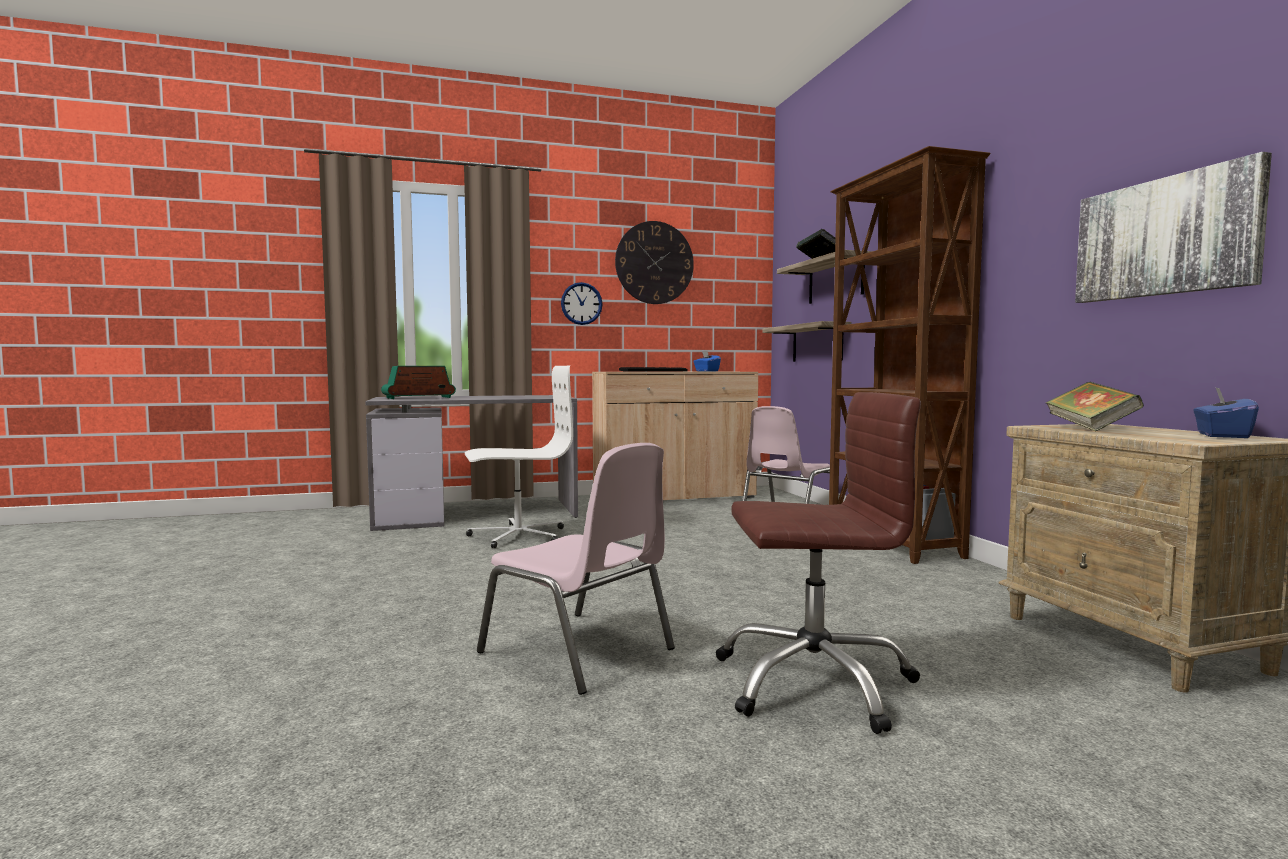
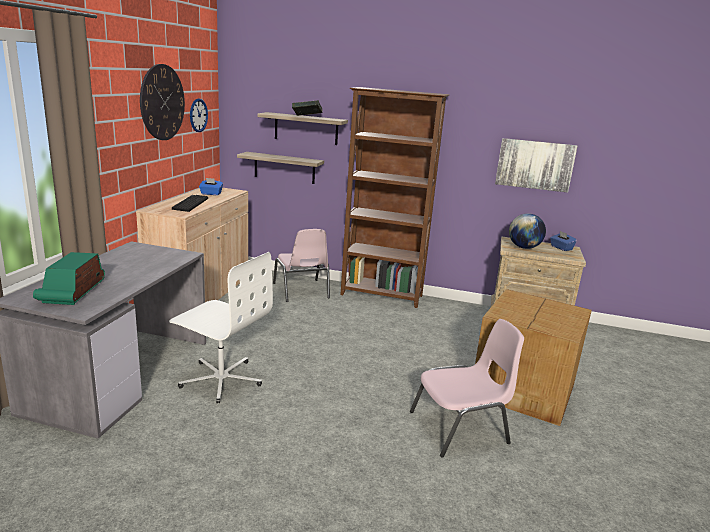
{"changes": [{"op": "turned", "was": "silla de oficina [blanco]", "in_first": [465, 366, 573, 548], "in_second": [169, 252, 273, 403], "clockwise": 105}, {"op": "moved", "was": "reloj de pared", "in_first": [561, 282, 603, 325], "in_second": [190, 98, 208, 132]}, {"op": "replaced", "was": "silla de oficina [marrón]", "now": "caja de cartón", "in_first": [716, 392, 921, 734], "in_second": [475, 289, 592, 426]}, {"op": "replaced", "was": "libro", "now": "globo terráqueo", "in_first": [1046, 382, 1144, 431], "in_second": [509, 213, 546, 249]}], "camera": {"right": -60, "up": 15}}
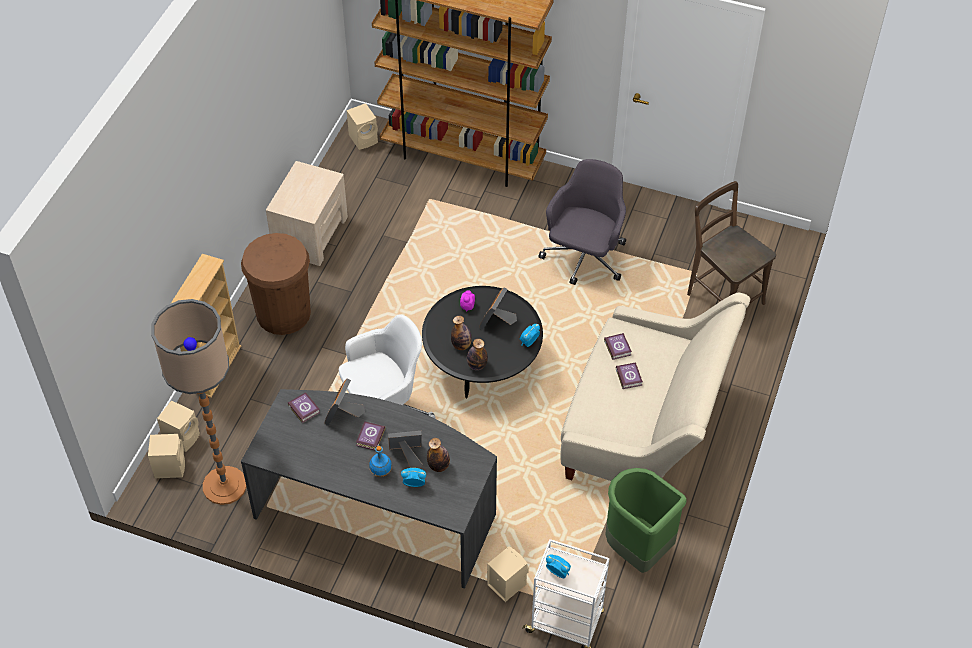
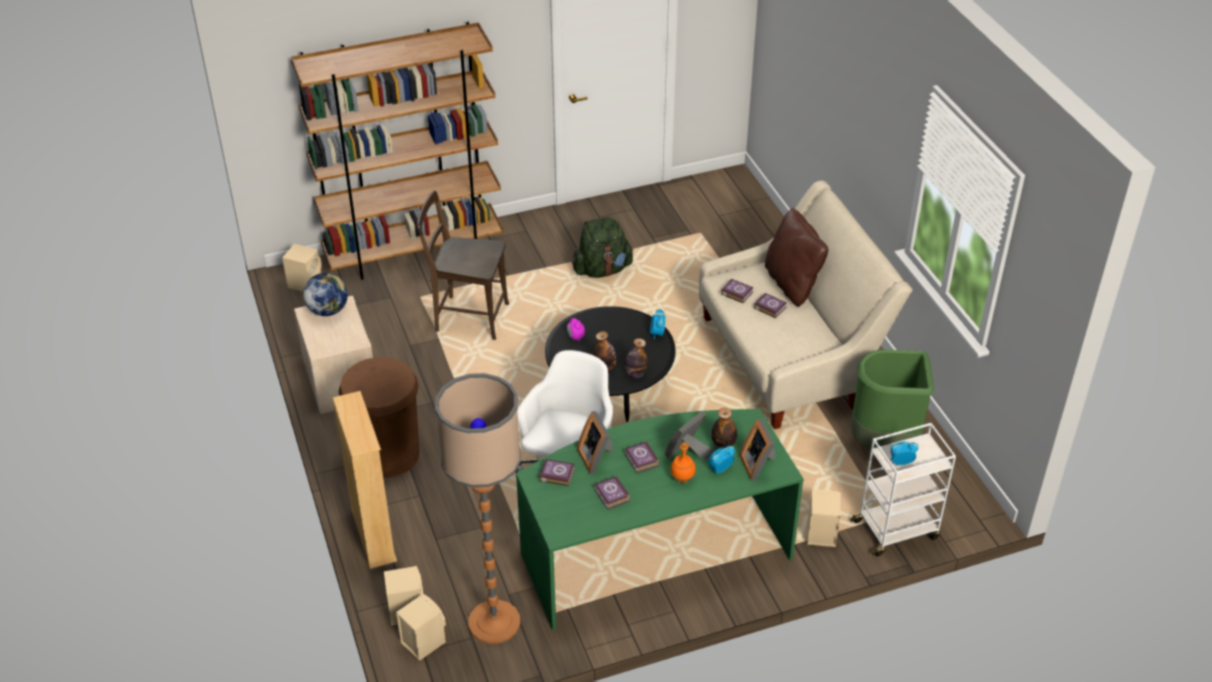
{"changes": [{"op": "added", "now": "globo terráqueo", "in_second": [303, 273, 348, 316]}, {"op": "moved", "was": "silla [marrón]", "in_first": [687, 181, 776, 305], "in_second": [417, 191, 509, 340]}, {"op": "recoloured", "was": "escritorio [gris]", "now": "escritorio [verde]", "in_first": [241, 389, 497, 589], "in_second": [516, 409, 804, 630]}, {"op": "replaced", "was": "silla de oficina [gris]", "now": "mochila [verde]", "in_first": [538, 159, 626, 285], "in_second": [572, 216, 634, 278]}, {"op": "added", "now": "libro", "in_second": [594, 476, 631, 510]}, {"op": "recoloured", "was": "botella [azul]", "now": "botella [naranja]", "in_first": [369, 446, 392, 477], "in_second": [670, 442, 696, 483]}, {"op": "moved", "was": "portarretratos", "in_first": [479, 287, 517, 330], "in_second": [739, 418, 776, 481]}, {"op": "added", "now": "cojín [marrón]", "in_second": [765, 208, 828, 307]}], "camera": {"right": -40, "up": -10}}
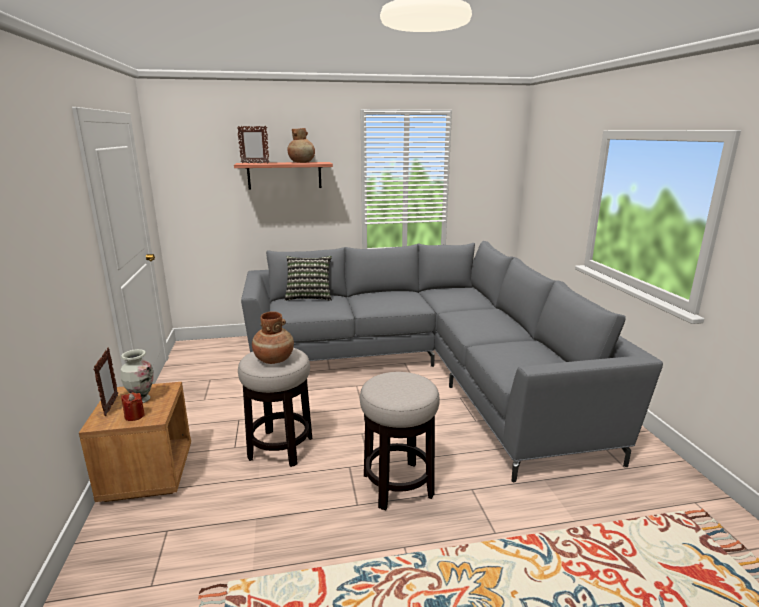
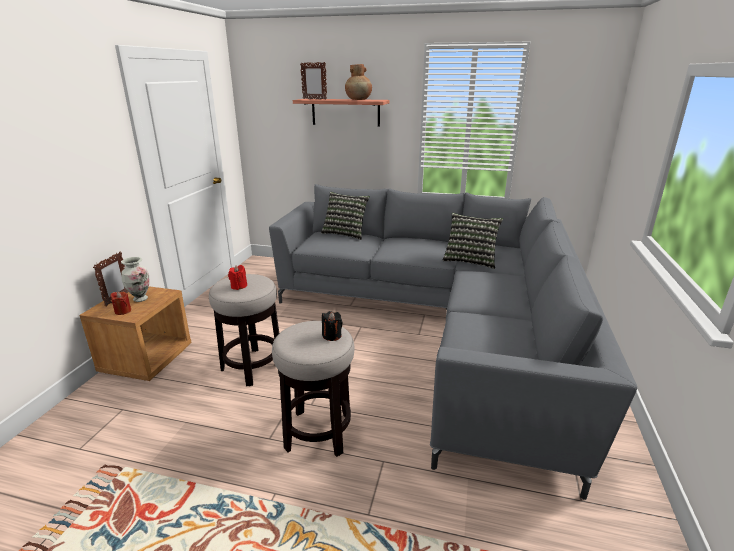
{"changes": [{"op": "replaced", "was": "florero [marrón]", "now": "vela [rojo]", "in_first": [252, 311, 294, 364], "in_second": [228, 265, 247, 290]}, {"op": "added", "now": "vela [negro]", "in_second": [322, 311, 343, 341]}, {"op": "added", "now": "cojín", "in_second": [443, 213, 503, 269]}], "camera": {"right": 25, "up": 5}}
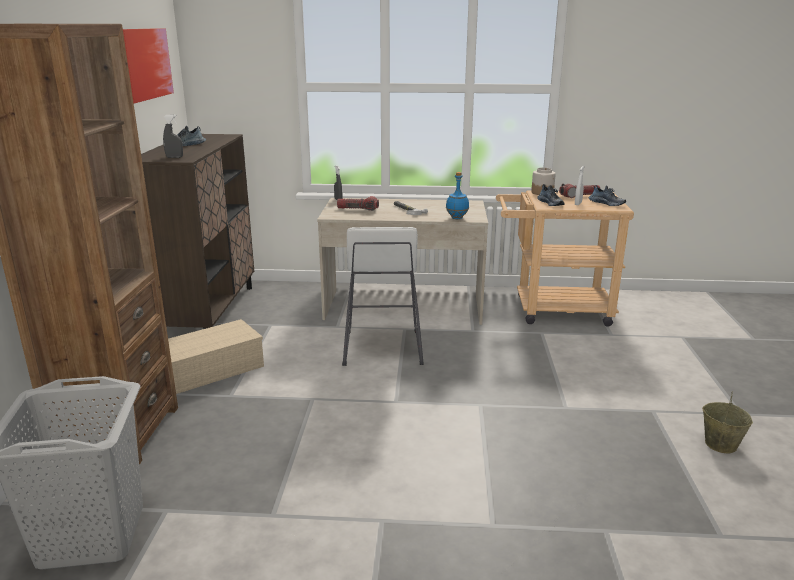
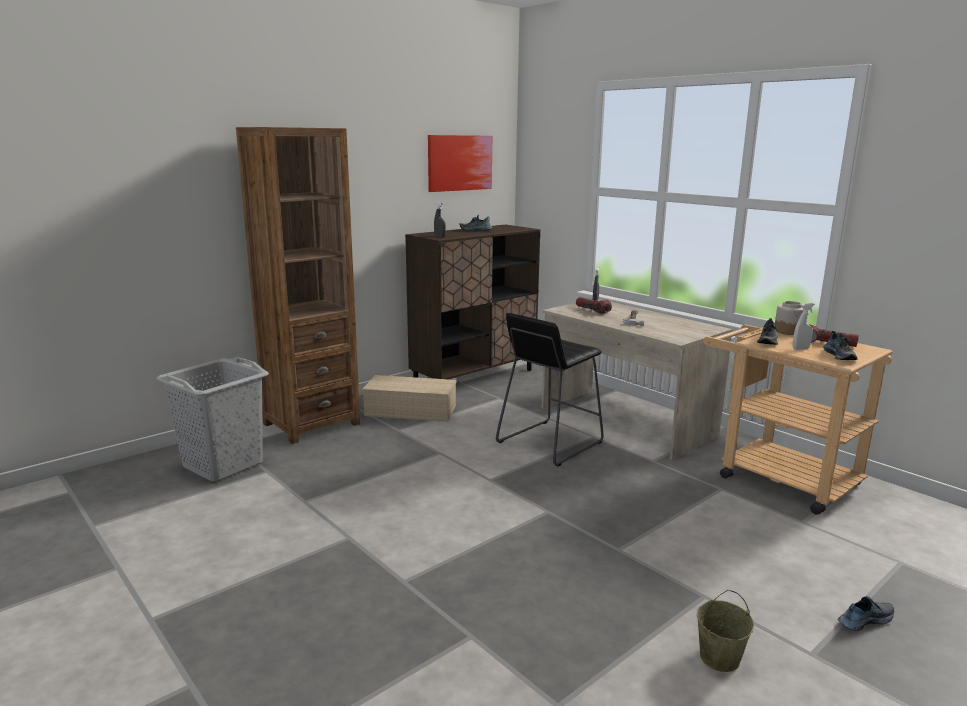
{"changes": [{"op": "recoloured", "was": "taburete [blanco]", "now": "taburete [negro]", "in_first": [342, 227, 424, 366], "in_second": [496, 313, 604, 467]}, {"op": "added", "now": "zapato", "in_second": [838, 596, 894, 631]}, {"op": "removed", "was": "botella [azul]", "in_first": [446, 172, 469, 219]}], "camera": {"right": 45, "up": -5}}
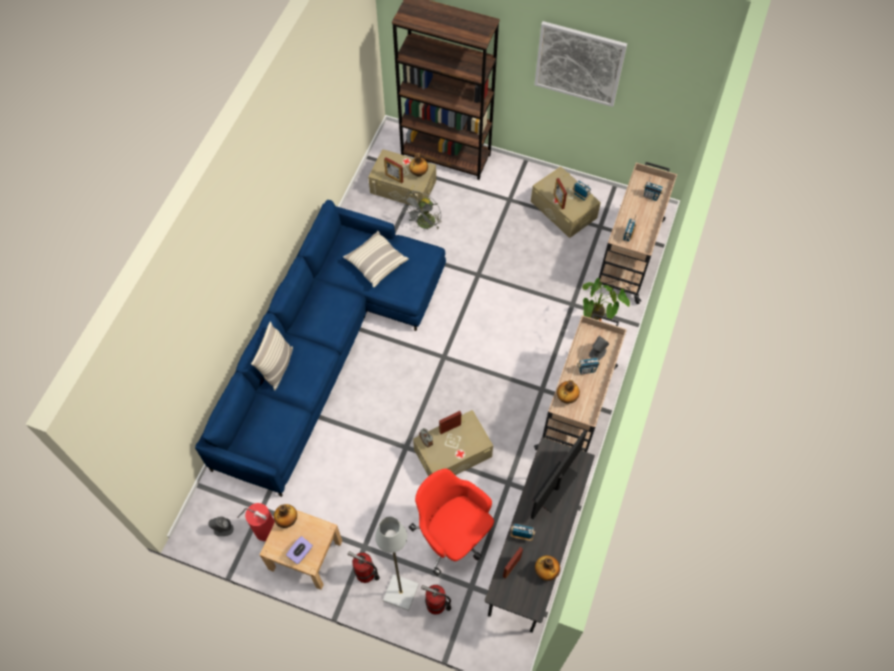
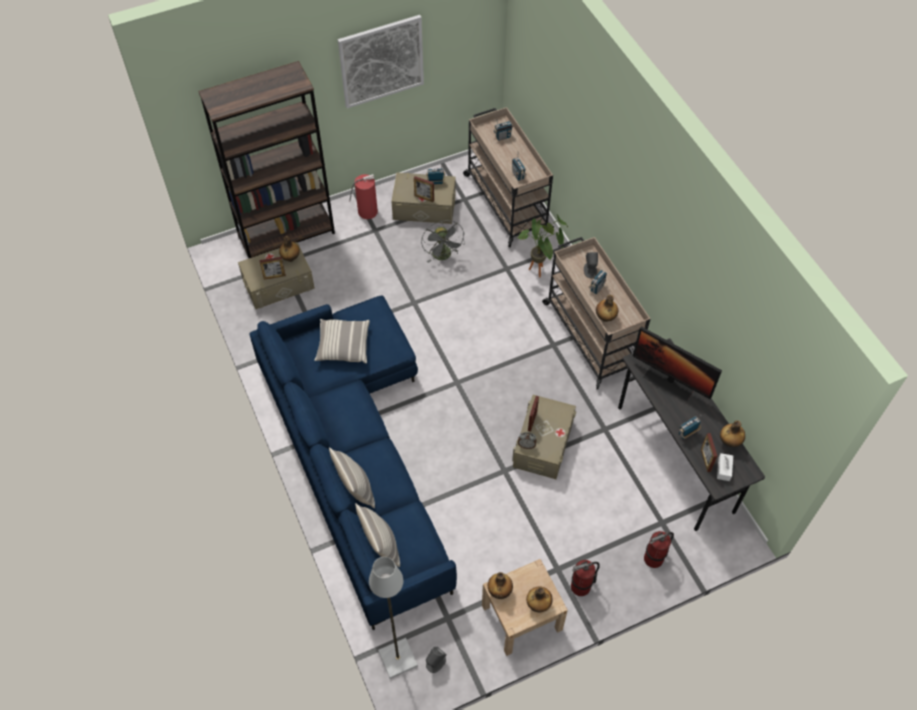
{"changes": [{"op": "moved", "was": "extintor", "in_first": [237, 503, 275, 541], "in_second": [349, 174, 378, 219]}, {"op": "added", "now": "cojín", "in_second": [355, 503, 400, 567]}, {"op": "moved", "was": "lámpara de pie [gris]", "in_first": [375, 517, 419, 611], "in_second": [369, 557, 418, 679]}, {"op": "moved", "was": "ventilador [gris]", "in_first": [402, 191, 442, 230], "in_second": [421, 220, 465, 263]}, {"op": "replaced", "was": "caja de pañuelos [morado]", "now": "botella", "in_first": [286, 536, 313, 564], "in_second": [526, 586, 552, 612]}, {"op": "turned", "was": "monitor", "in_first": [531, 429, 587, 519], "in_second": [633, 326, 722, 402], "clockwise": -45}, {"op": "added", "now": "caja de pañuelos [blanco]", "in_second": [717, 453, 733, 481]}, {"op": "removed", "was": "silla de oficina [rojo]", "in_first": [409, 469, 494, 576]}], "camera": {"right": -45, "up": -5}}
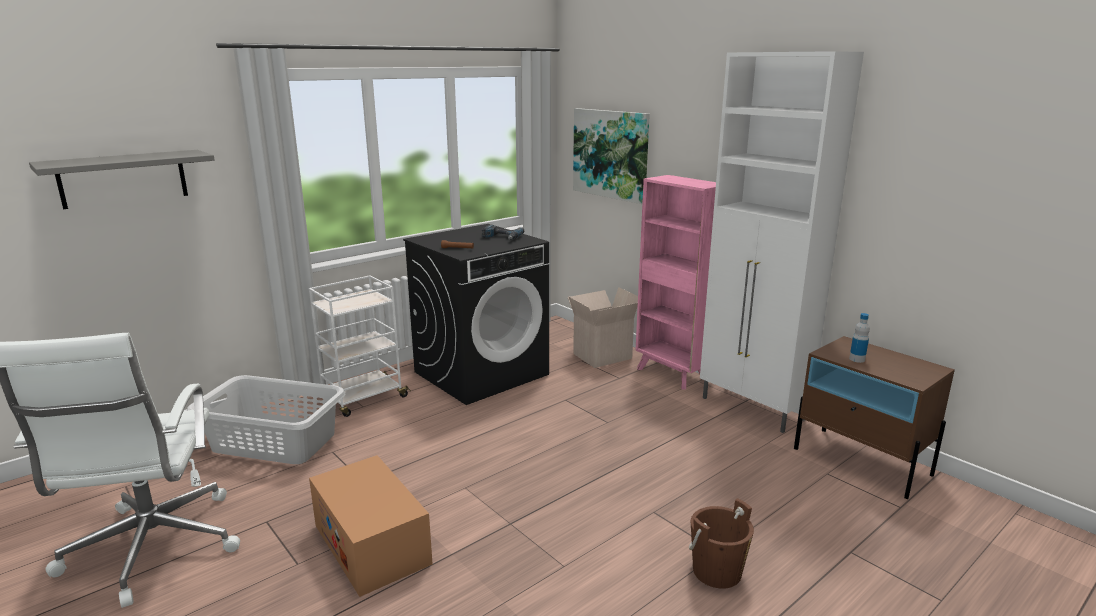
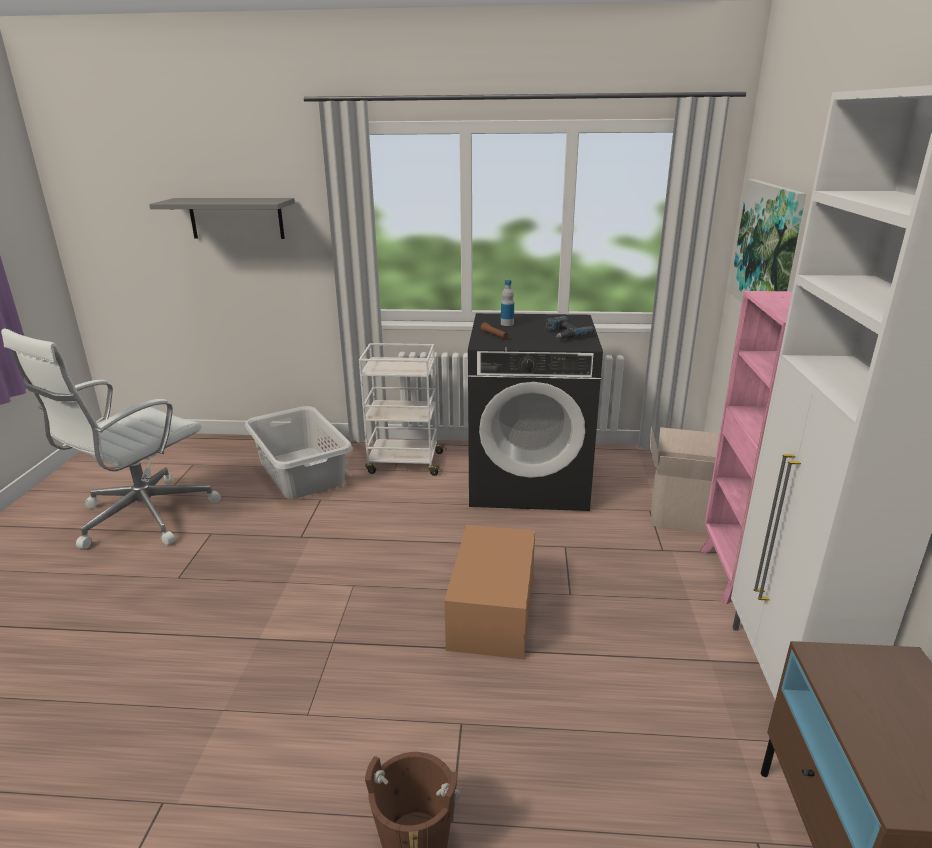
{"changes": [{"op": "moved", "was": "caja de cartón", "in_first": [309, 455, 433, 597], "in_second": [444, 525, 535, 659]}, {"op": "moved", "was": "botella", "in_first": [849, 313, 870, 363], "in_second": [501, 280, 514, 326]}], "camera": {"right": 45, "up": 5}}
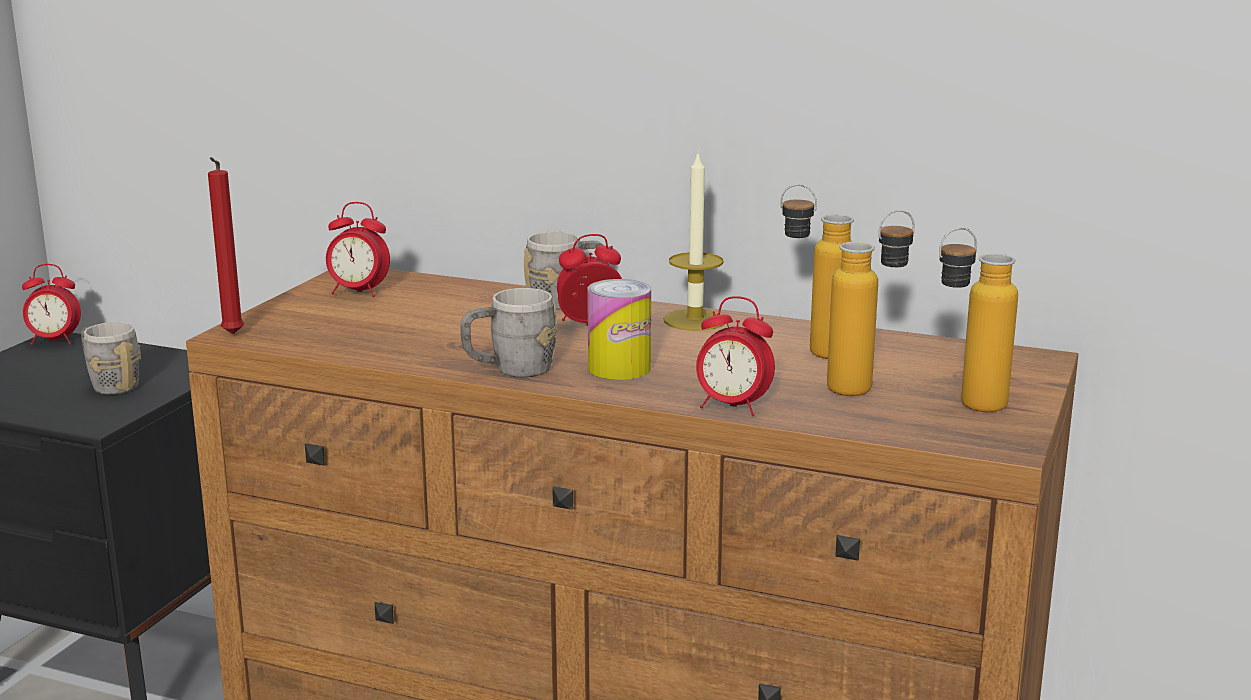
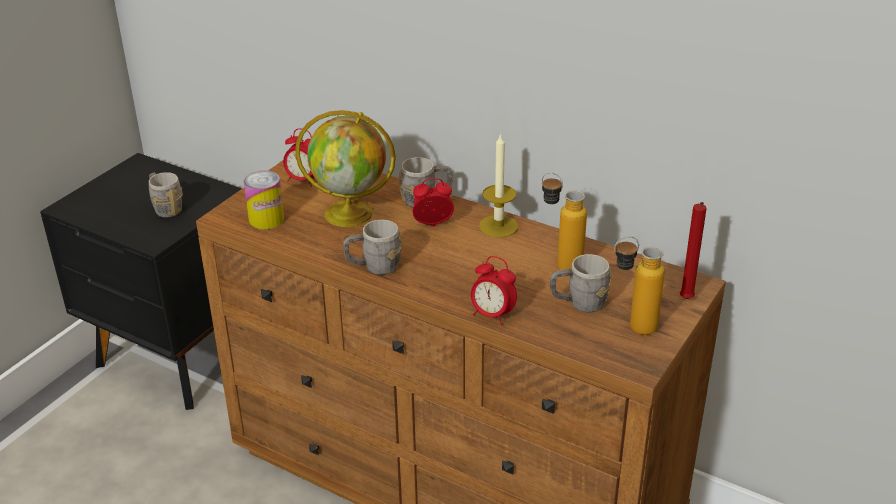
{"changes": [{"op": "moved", "was": "lata", "in_first": [587, 279, 651, 380], "in_second": [244, 170, 284, 229]}, {"op": "added", "now": "globo terráqueo", "in_second": [295, 110, 396, 227]}, {"op": "replaced", "was": "botella", "now": "taza grande [gris]", "in_first": [827, 210, 915, 396], "in_second": [550, 254, 611, 312]}, {"op": "moved", "was": "vela [rojo]", "in_first": [208, 157, 244, 334], "in_second": [680, 202, 707, 299]}, {"op": "removed", "was": "despertador", "in_first": [22, 264, 81, 345]}], "camera": {"right": 10, "up": 15}}
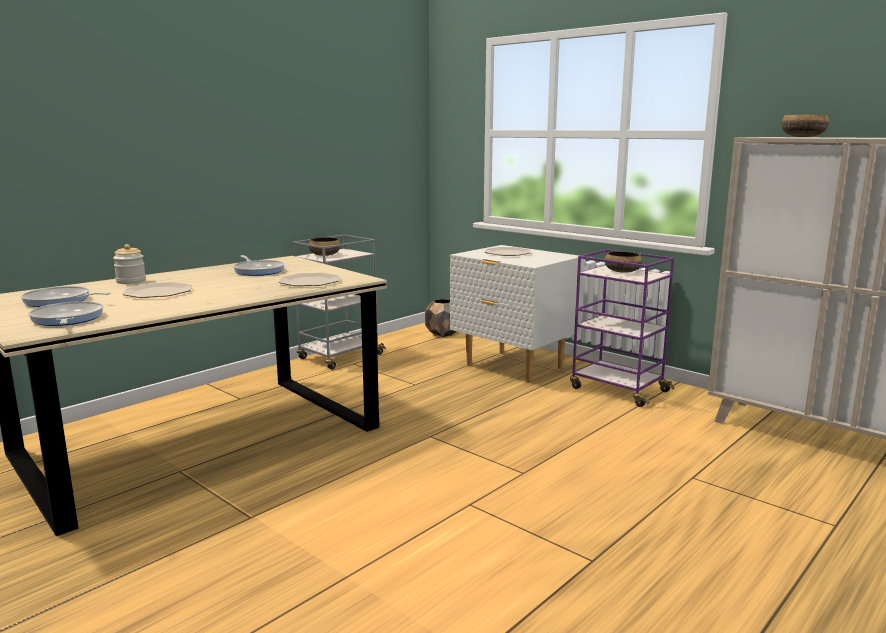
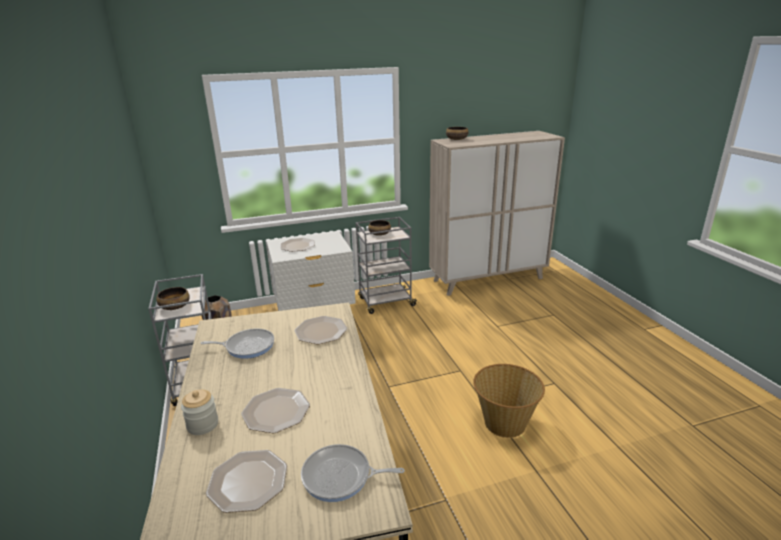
{"changes": [{"op": "replaced", "was": "sartén", "now": "plato", "in_first": [21, 286, 111, 307], "in_second": [206, 450, 287, 513]}, {"op": "recoloured", "was": "carrito [morado]", "now": "carrito [gris]", "in_first": [570, 249, 674, 407], "in_second": [356, 217, 418, 314]}, {"op": "added", "now": "cesta", "in_second": [473, 364, 545, 438]}], "camera": {"right": -60, "up": 10}}
